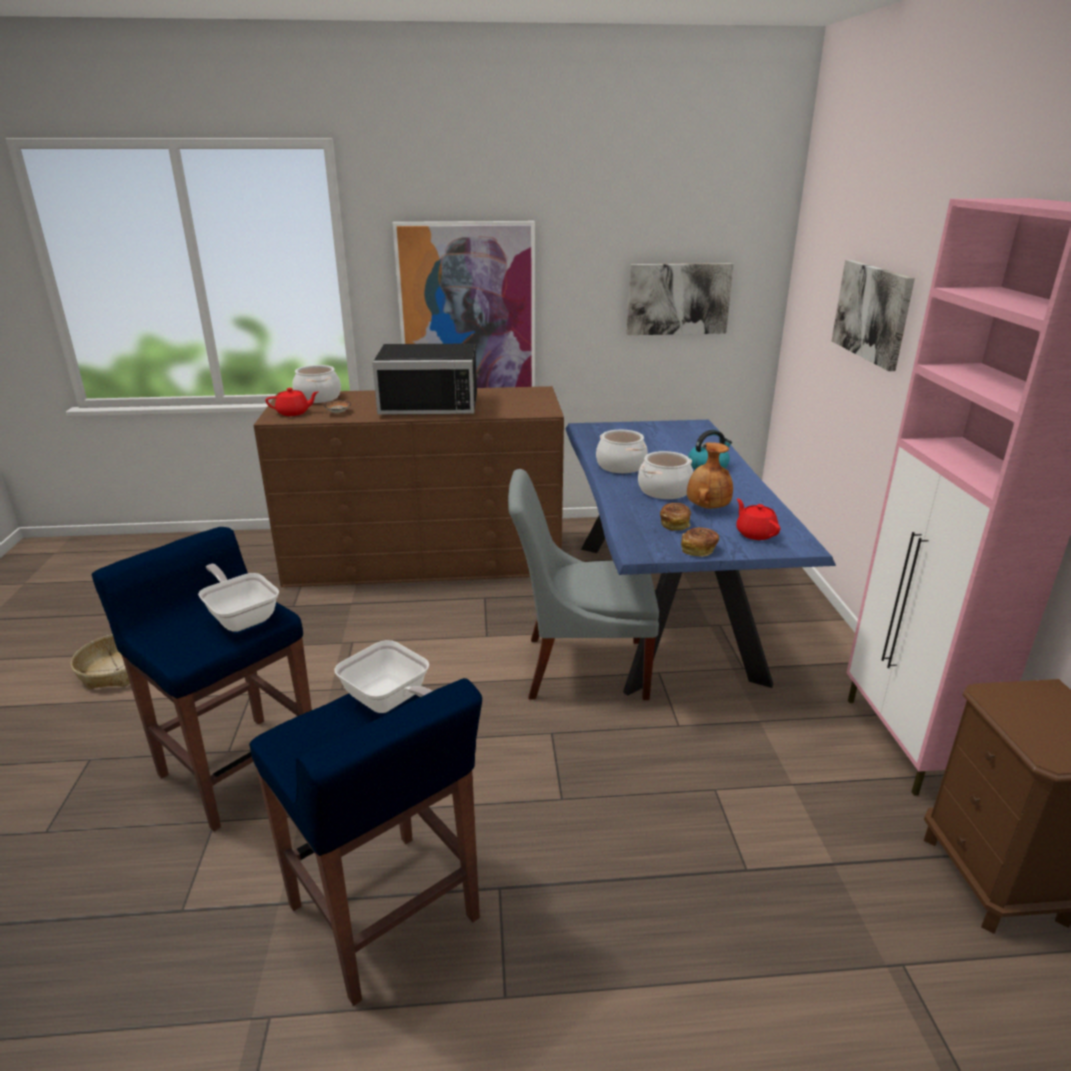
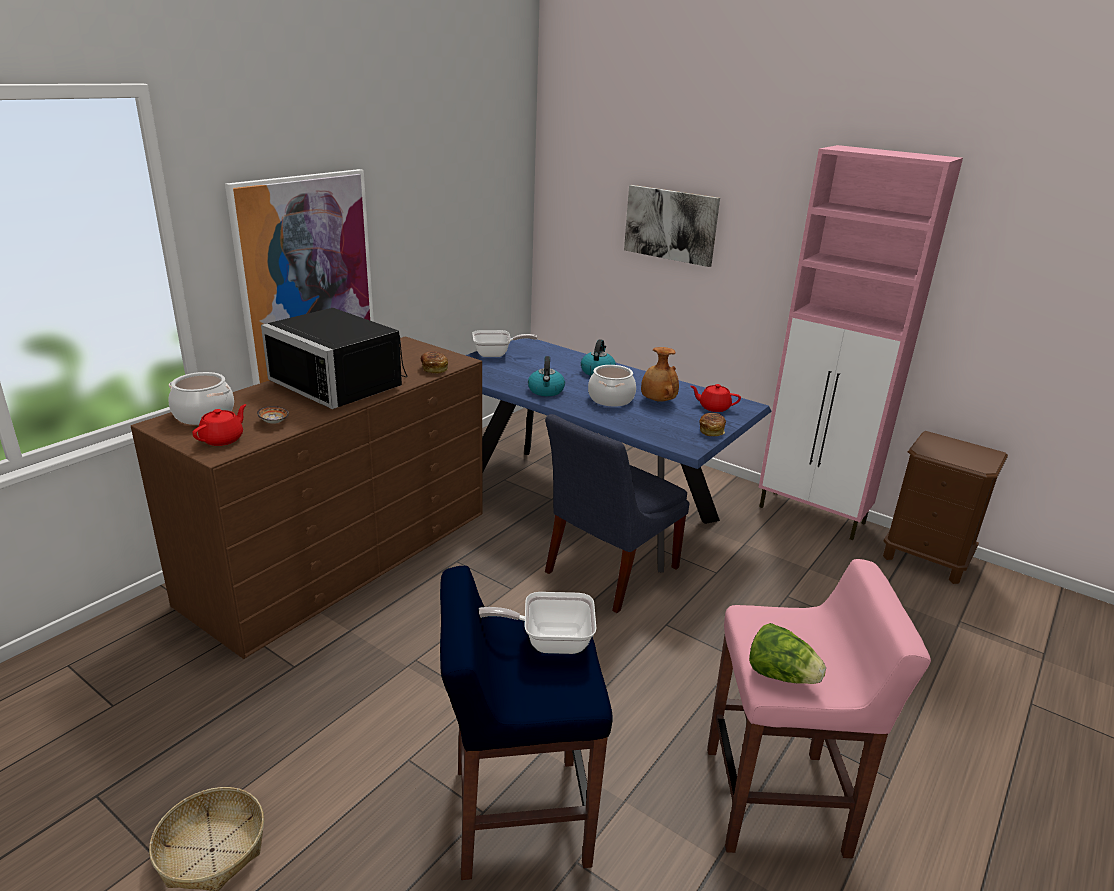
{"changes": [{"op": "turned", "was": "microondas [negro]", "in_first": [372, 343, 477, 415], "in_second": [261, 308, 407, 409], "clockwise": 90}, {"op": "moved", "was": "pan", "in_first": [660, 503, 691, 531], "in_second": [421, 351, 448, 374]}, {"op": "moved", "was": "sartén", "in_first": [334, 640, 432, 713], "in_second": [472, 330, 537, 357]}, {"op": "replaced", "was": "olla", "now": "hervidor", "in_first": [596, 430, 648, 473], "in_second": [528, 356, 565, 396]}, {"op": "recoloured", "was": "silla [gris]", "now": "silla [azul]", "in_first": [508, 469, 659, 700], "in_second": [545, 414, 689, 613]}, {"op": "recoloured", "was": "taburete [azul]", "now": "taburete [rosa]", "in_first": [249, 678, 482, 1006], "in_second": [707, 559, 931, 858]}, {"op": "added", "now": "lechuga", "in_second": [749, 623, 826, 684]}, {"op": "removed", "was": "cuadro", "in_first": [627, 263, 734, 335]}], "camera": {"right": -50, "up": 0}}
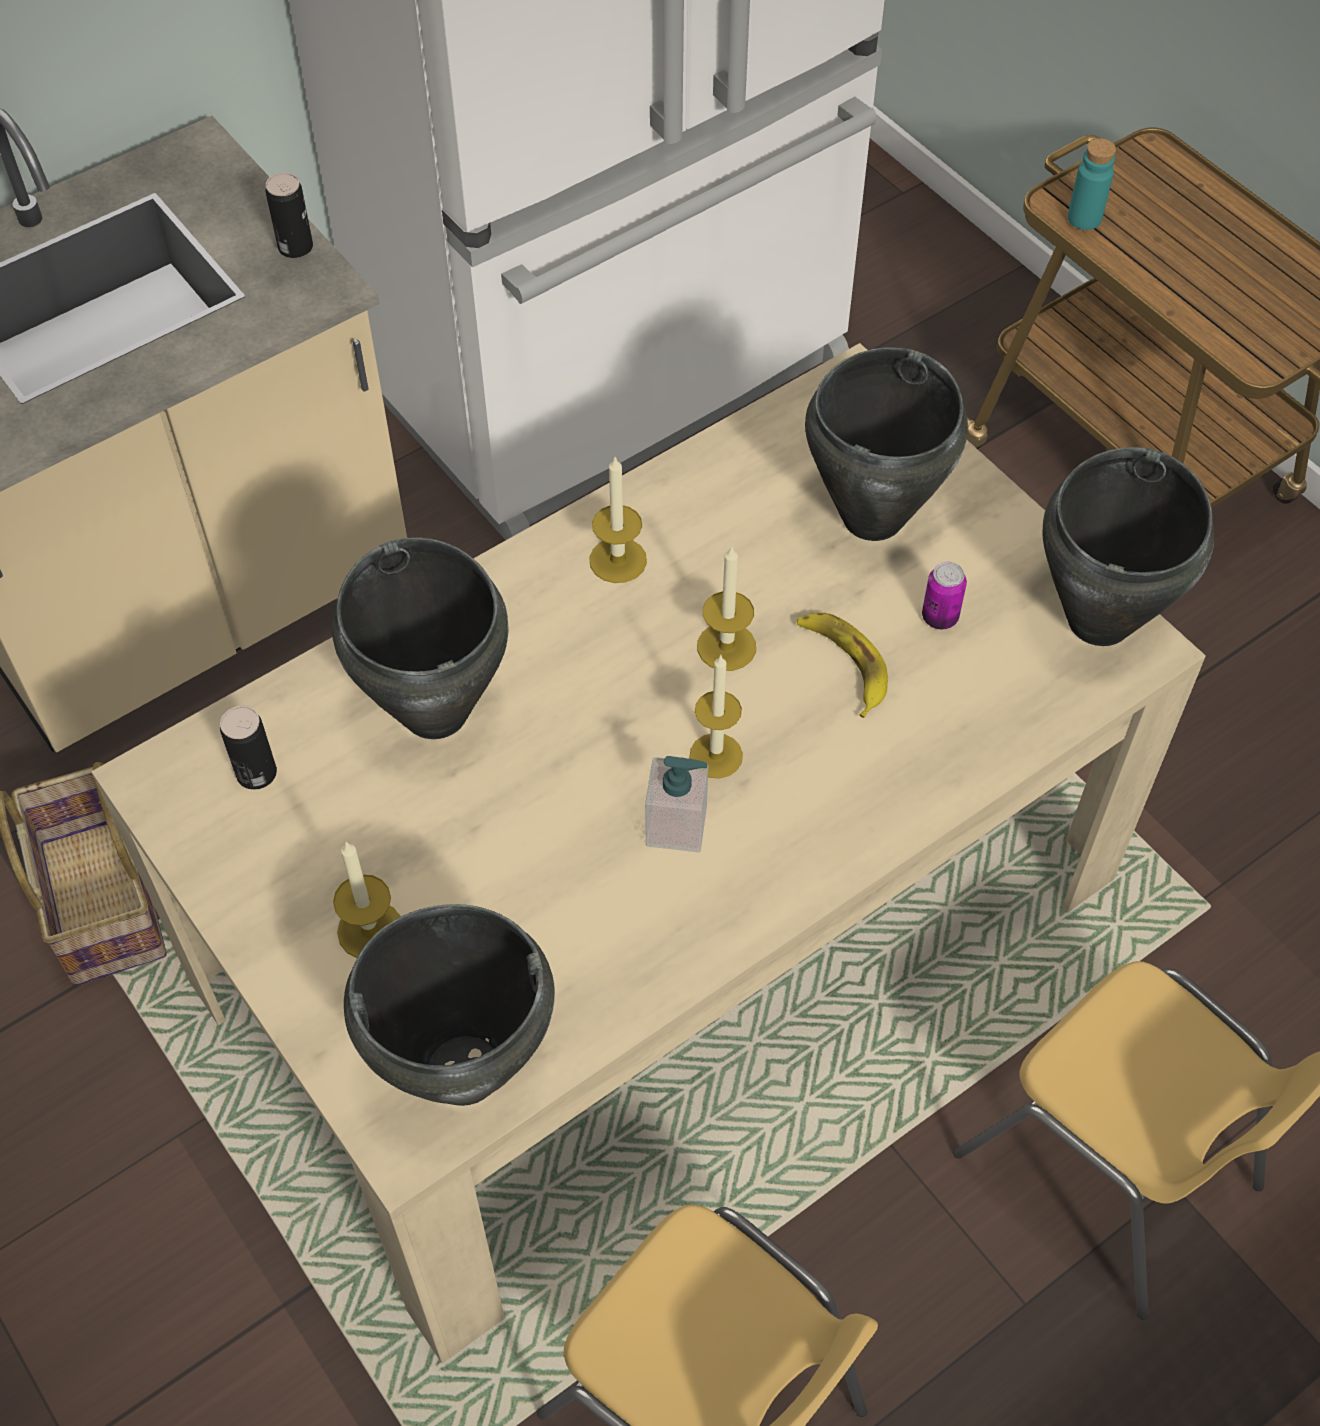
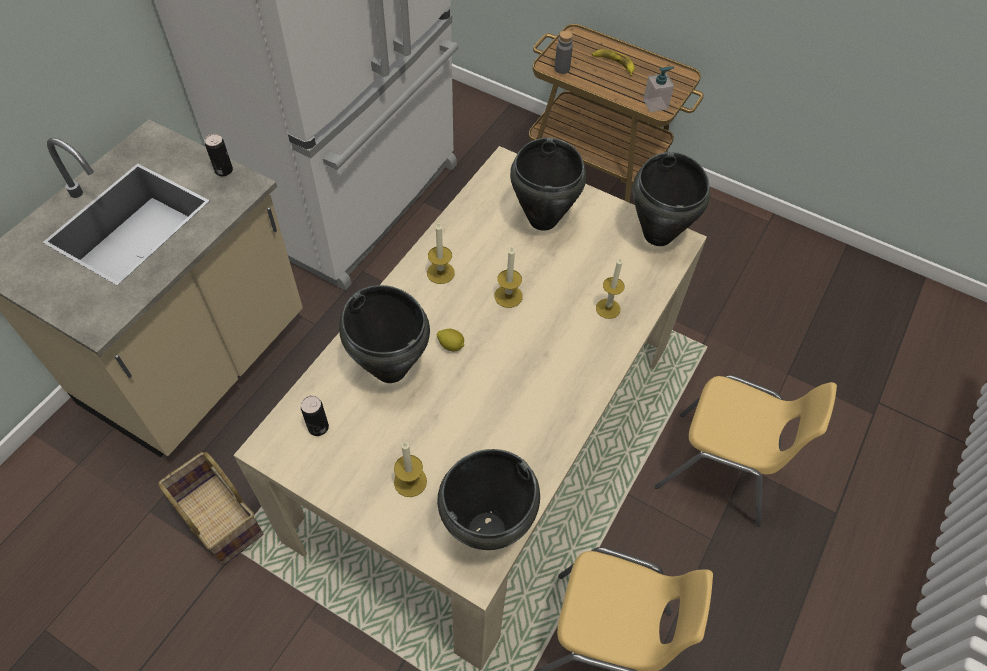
{"changes": [{"op": "added", "now": "limón", "in_second": [437, 329, 464, 351]}, {"op": "recoloured", "was": "botella [turquesa]", "now": "botella [gris]", "in_first": [1068, 138, 1116, 230], "in_second": [555, 31, 573, 74]}, {"op": "moved", "was": "plátano", "in_first": [797, 613, 888, 718], "in_second": [592, 49, 635, 76]}, {"op": "moved", "was": "vela", "in_first": [689, 655, 743, 779], "in_second": [596, 258, 625, 319]}, {"op": "moved", "was": "dispensador de jabón", "in_first": [645, 756, 708, 852], "in_second": [643, 66, 674, 112]}, {"op": "removed", "was": "lata", "in_first": [922, 562, 967, 629]}], "camera": {"right": -25, "up": 0}}
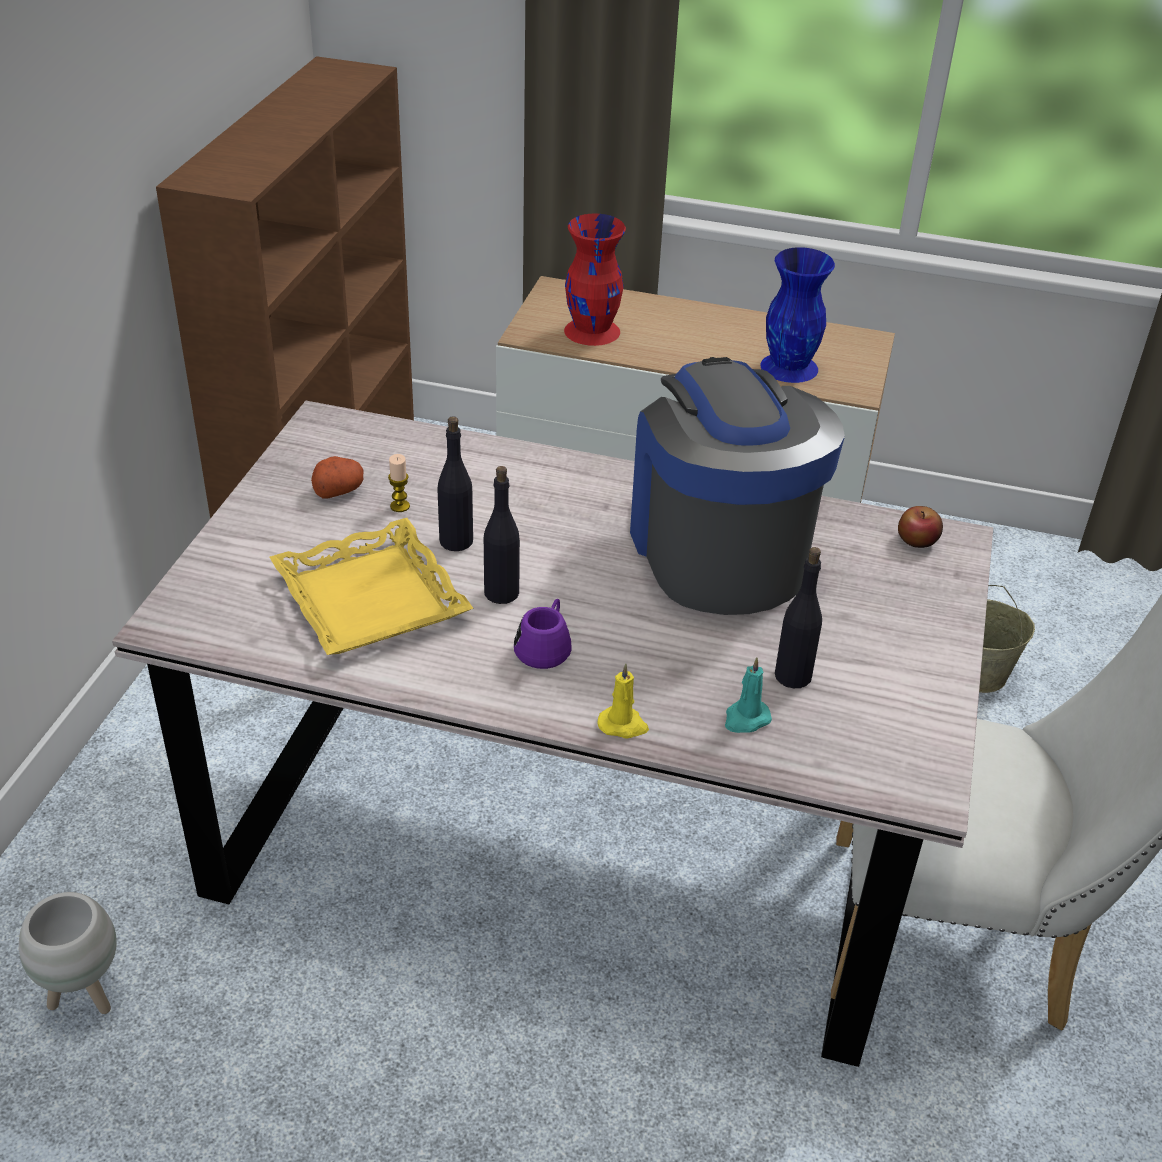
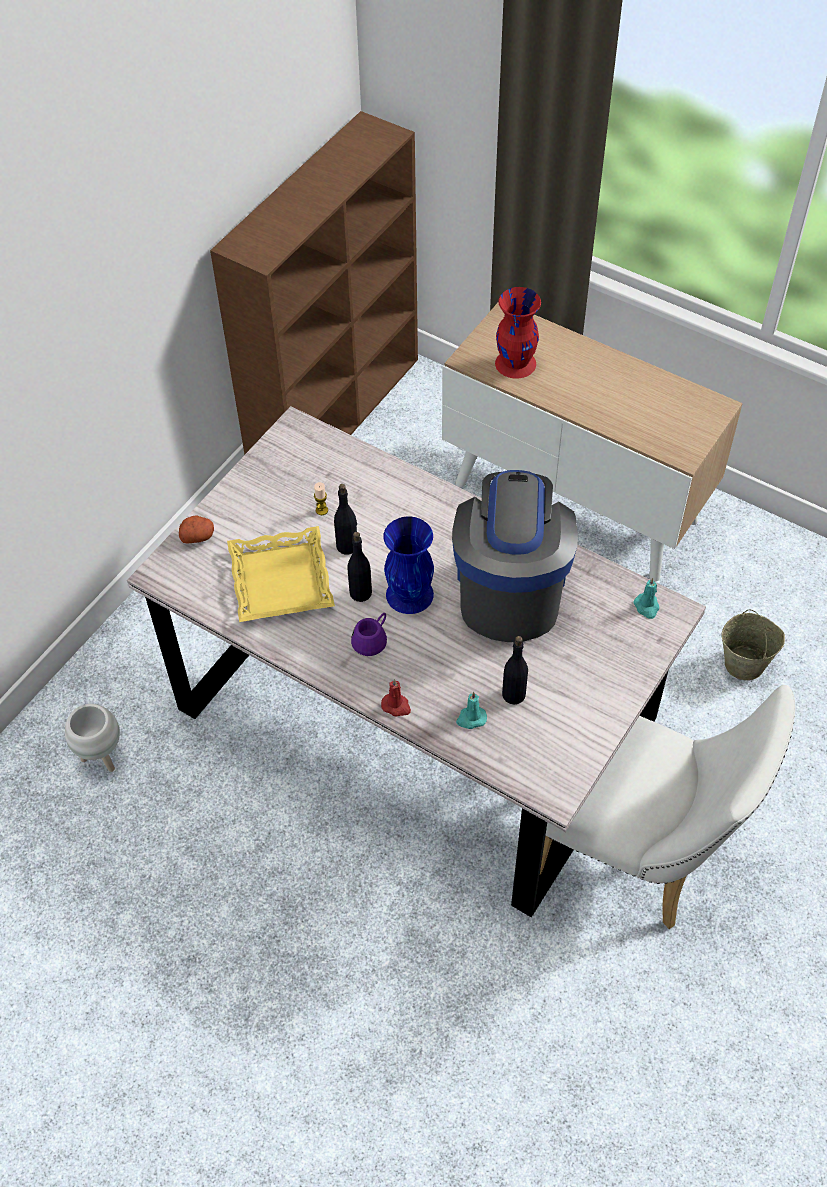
{"changes": [{"op": "moved", "was": "patata", "in_first": [311, 456, 363, 499], "in_second": [179, 516, 214, 543]}, {"op": "recoloured", "was": "vela [amarillo]", "now": "vela [rojo]", "in_first": [597, 664, 649, 738], "in_second": [381, 679, 411, 716]}, {"op": "moved", "was": "florero [azul]", "in_first": [760, 247, 835, 383], "in_second": [383, 516, 434, 614]}, {"op": "replaced", "was": "manzana", "now": "vela [turquesa]", "in_first": [898, 506, 943, 548], "in_second": [633, 578, 659, 619]}], "camera": {"right": 20, "up": 15}}
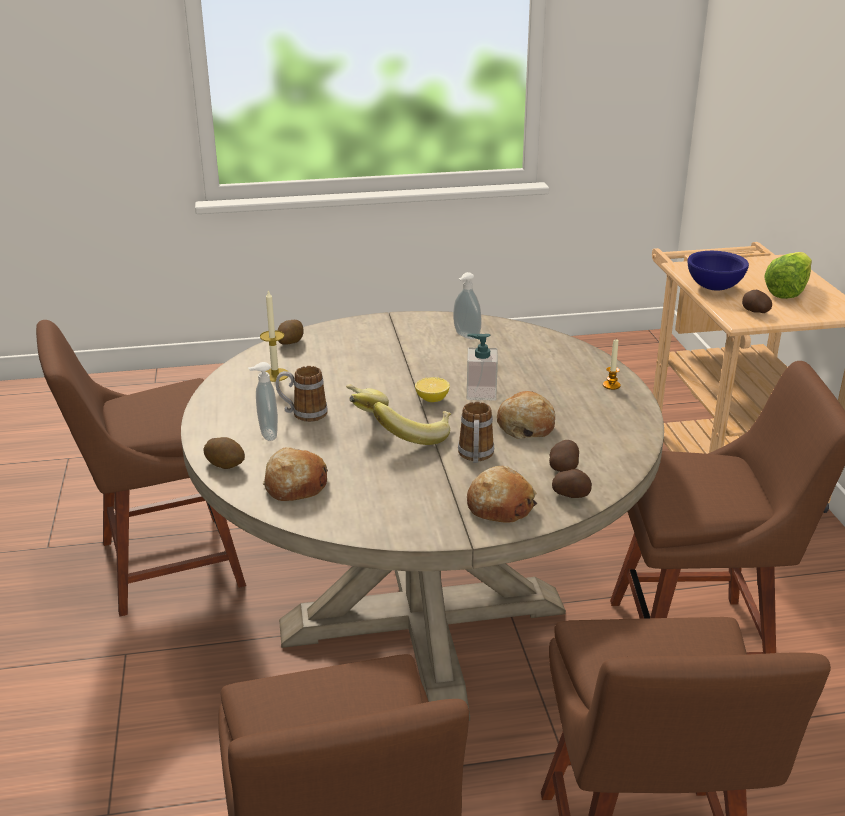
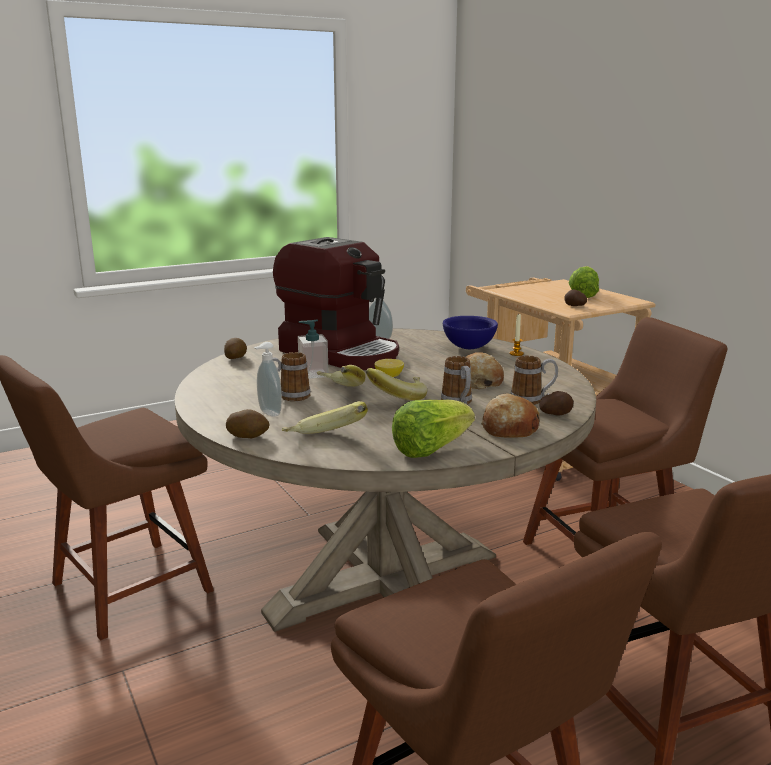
{"changes": [{"op": "added", "now": "cafetera", "in_second": [273, 237, 399, 370]}, {"op": "replaced", "was": "pan", "now": "plátano", "in_first": [263, 447, 328, 501], "in_second": [282, 401, 368, 434]}, {"op": "moved", "was": "dispensador de jabón", "in_first": [467, 334, 498, 401], "in_second": [298, 319, 329, 379]}, {"op": "added", "now": "lechuga", "in_second": [392, 400, 475, 458]}, {"op": "moved", "was": "cuenco [azul]", "in_first": [688, 251, 749, 291], "in_second": [443, 316, 498, 349]}, {"op": "replaced", "was": "patata", "now": "taza grande", "in_first": [549, 440, 579, 472], "in_second": [511, 355, 558, 405]}, {"op": "removed", "was": "vela", "in_first": [260, 289, 288, 382]}], "camera": {"right": -20, "up": -10}}
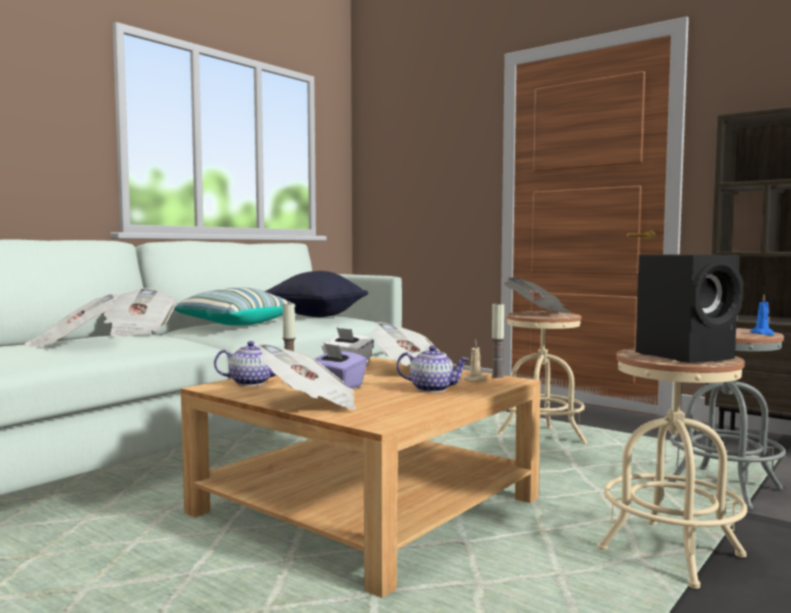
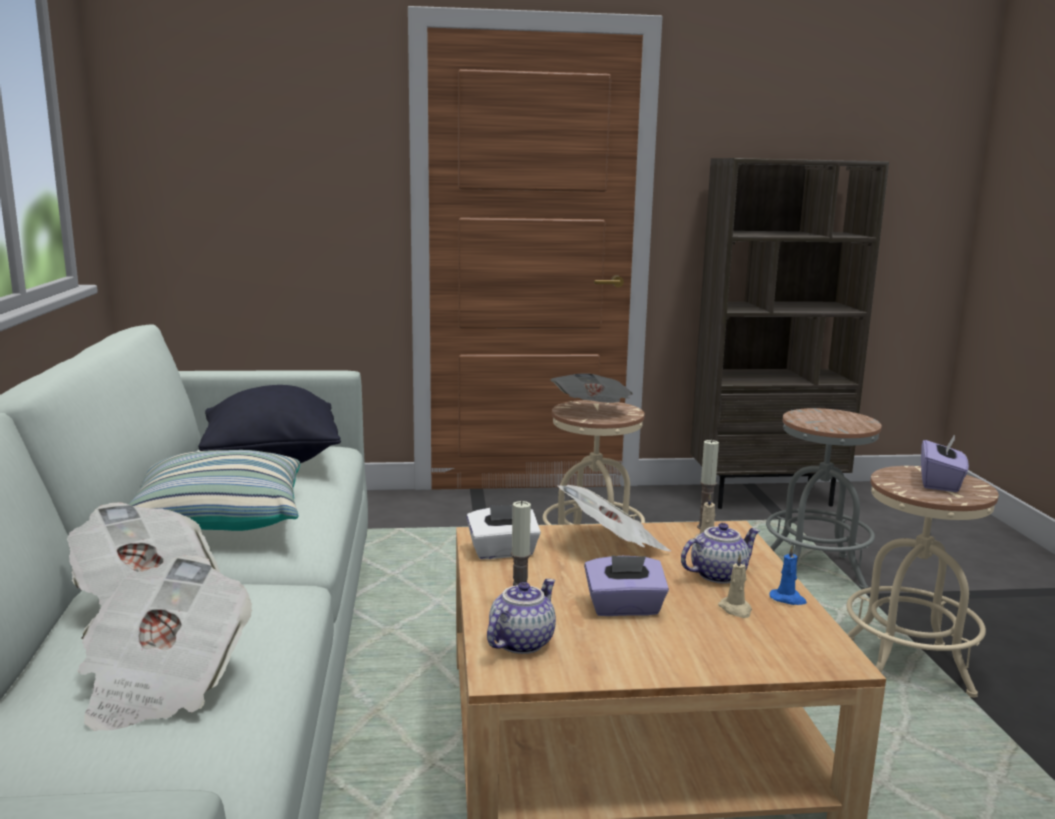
{"changes": [{"op": "added", "now": "vela [beis]", "in_second": [718, 554, 752, 618]}, {"op": "moved", "was": "vela [azul]", "in_first": [749, 295, 774, 335], "in_second": [770, 545, 807, 605]}, {"op": "replaced", "was": "altavoz [negro]", "now": "caja de pañuelos [morado]", "in_first": [636, 254, 743, 363], "in_second": [921, 434, 969, 492]}, {"op": "removed", "was": "periódico", "in_first": [258, 344, 356, 410]}], "camera": {"right": -45, "up": 10}}
